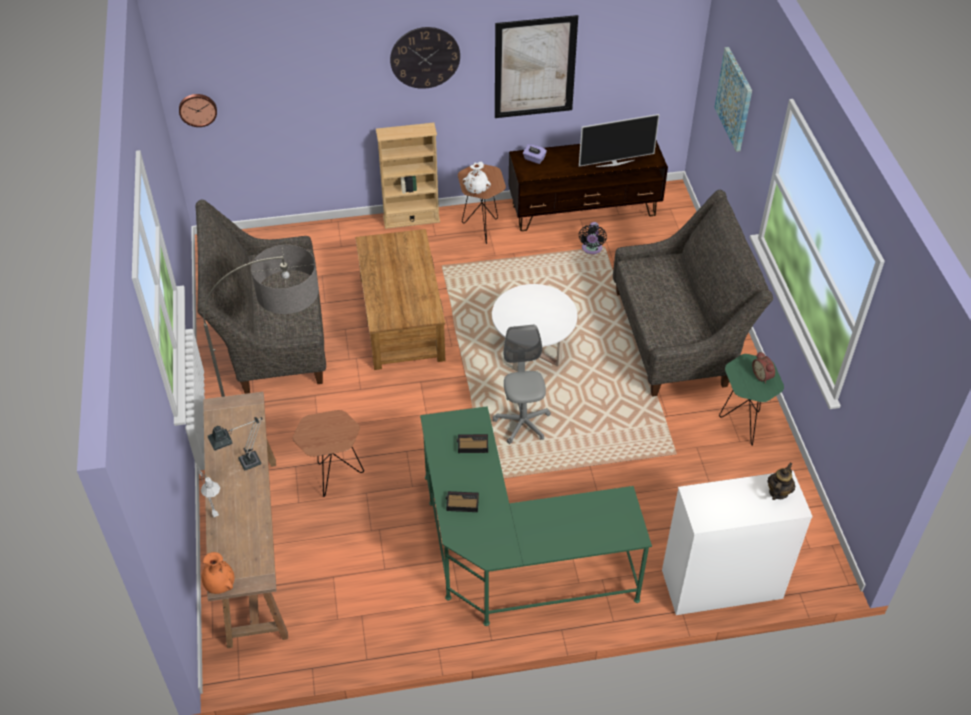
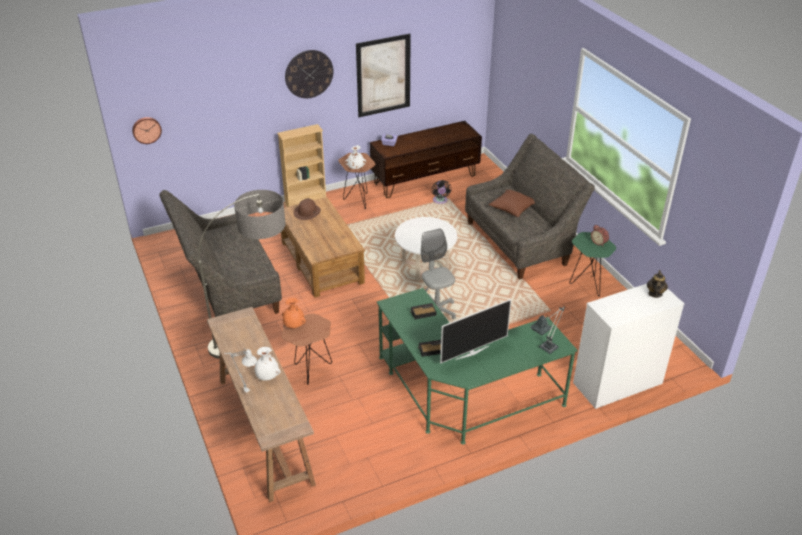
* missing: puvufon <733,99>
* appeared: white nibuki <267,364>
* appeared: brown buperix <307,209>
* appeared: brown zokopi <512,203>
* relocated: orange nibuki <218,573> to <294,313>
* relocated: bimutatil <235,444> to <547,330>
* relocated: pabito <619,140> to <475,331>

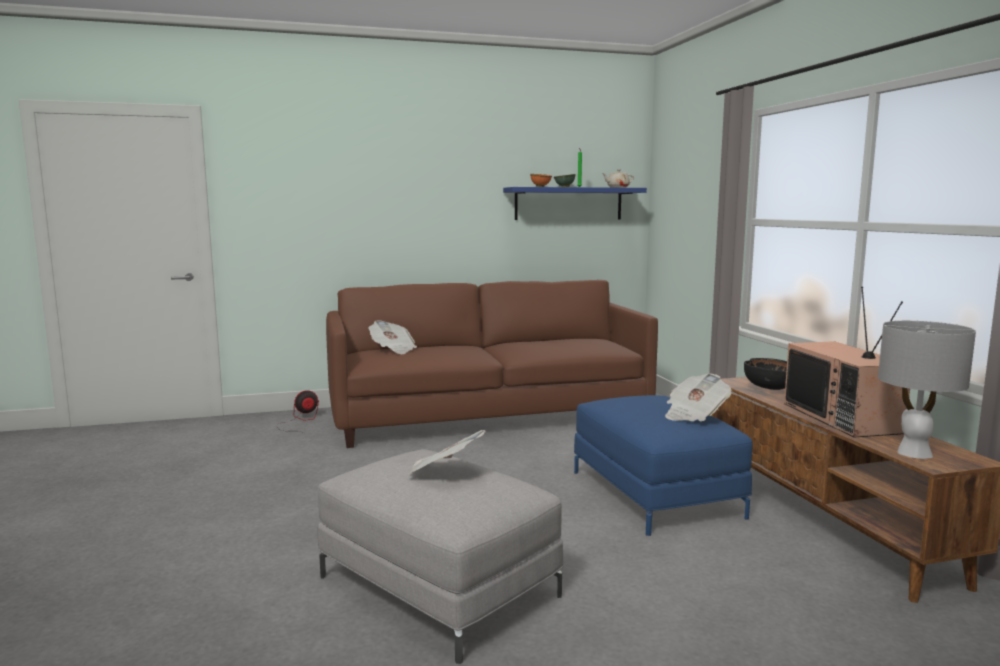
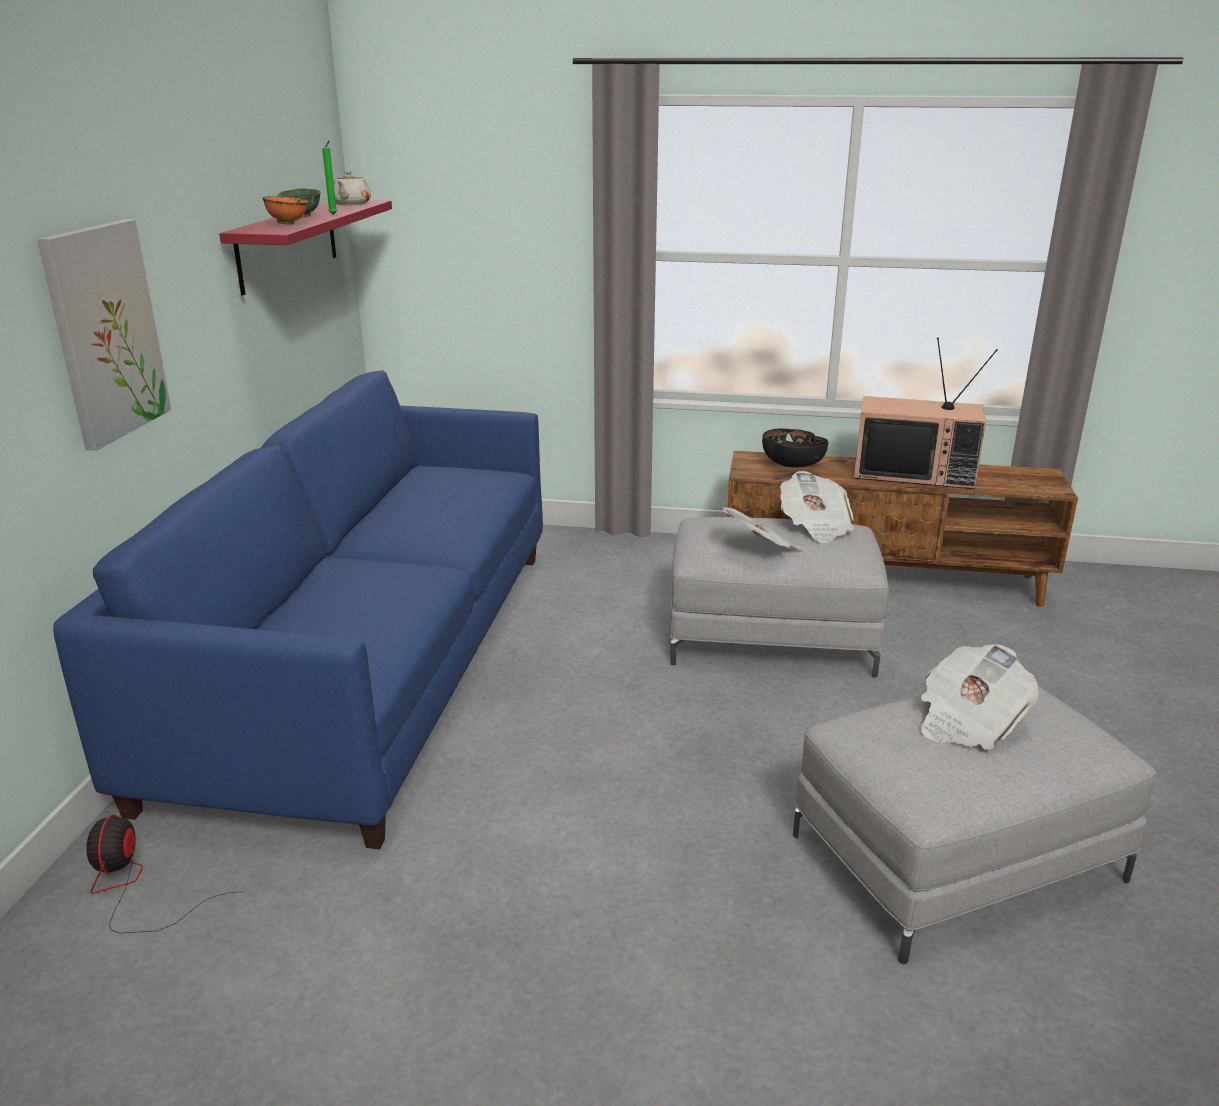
* missing: grey bimutatil <927,390>
* appeared: puvufon <104,335>
* relocated: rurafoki <392,337> to <762,528>
* colour: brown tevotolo <492,364> to blue tevotolo <298,609>
* colour: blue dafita <575,203> to red dafita <305,248>
* colour: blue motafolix <663,465> to grey motafolix <779,597>

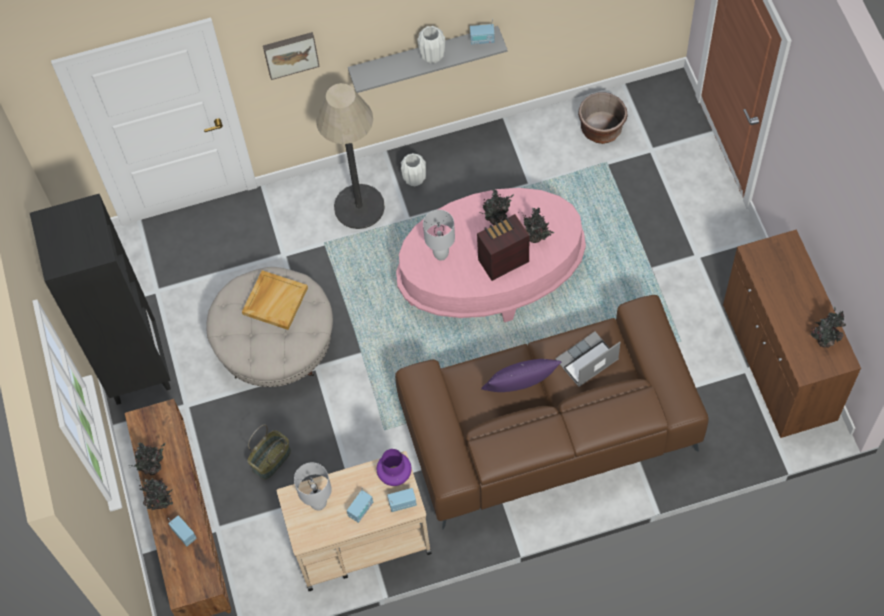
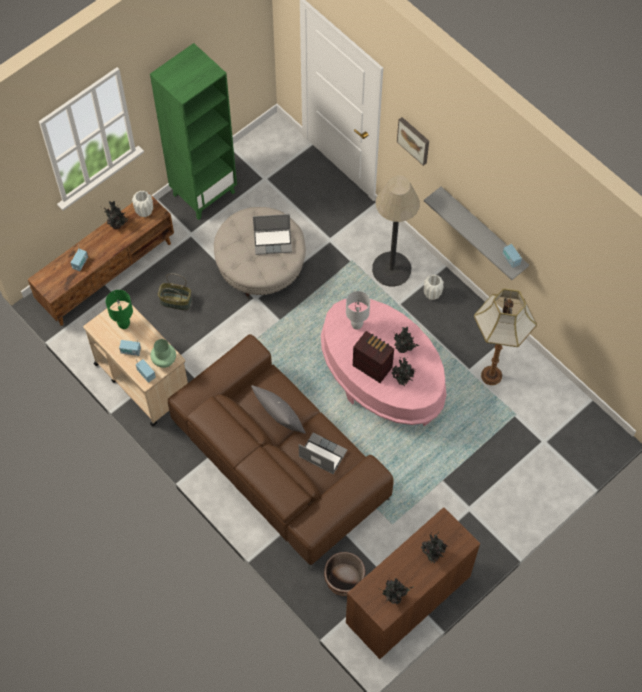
* appeared: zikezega <505,336>
* relocated: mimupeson <156,494> to <434,548>
* relocated: white nibuki <431,44> to <142,204>
* relocated: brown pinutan <603,118> to <345,574>
* exchanged: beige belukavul <275,300> to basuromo <272,234>
* colour: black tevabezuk <100,299> to green tevabezuk <193,131>
* colour: white bimutatil <313,486> to green bimutatil <119,309>
* colour: purple nibuki <394,467> to green nibuki <163,353>
* colour: purple zokopi <521,375> to grey zokopi <278,409>

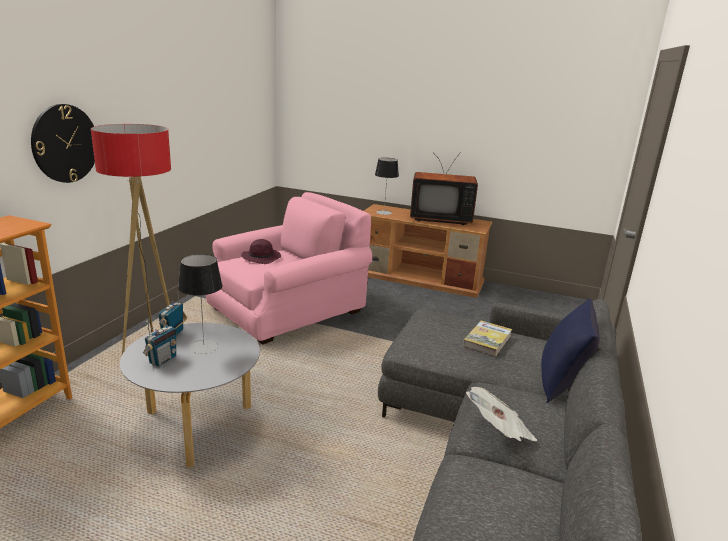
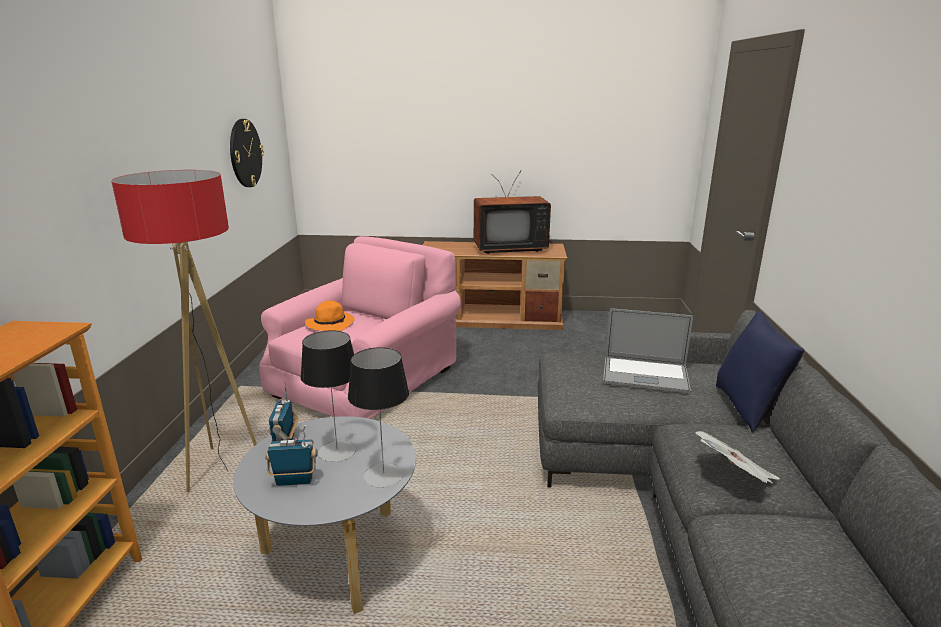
* relocated: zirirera <63,143> to <247,153>
* relocated: bimutatil <387,186> to <378,417>
* exchanged: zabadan <487,338> to basuromo <648,350>
* colour: purple buperix <261,251> to orange buperix <330,315>
* spun: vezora <160,344> = <291,455> 105 degrees counterclockwise

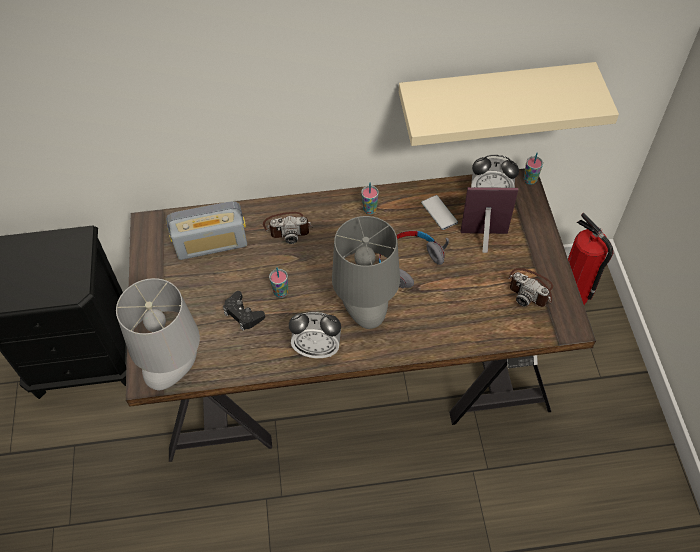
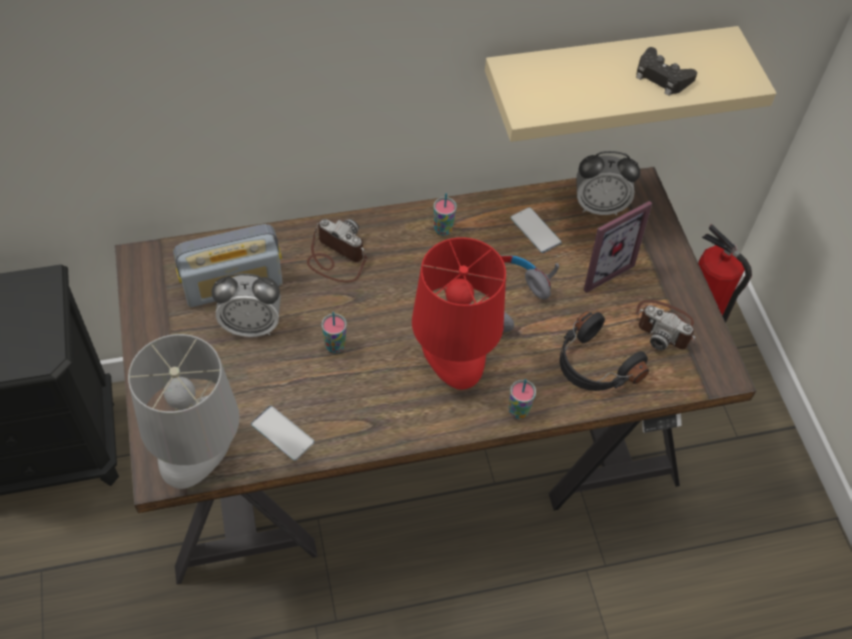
* appeared: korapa <282,433>
* appeared: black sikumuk <604,351>
* relocated: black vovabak <244,311> to <666,71>
* relocated: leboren <315,335> to <246,305>
* relocated: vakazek <533,169> to <522,399>
* colour: grey bimutatil <366,272> to red bimutatil <459,313>
* spun: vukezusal <288,228> = <337,251> 135 degrees counterclockwise
* spun: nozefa <489,220> = <618,247> 150 degrees clockwise

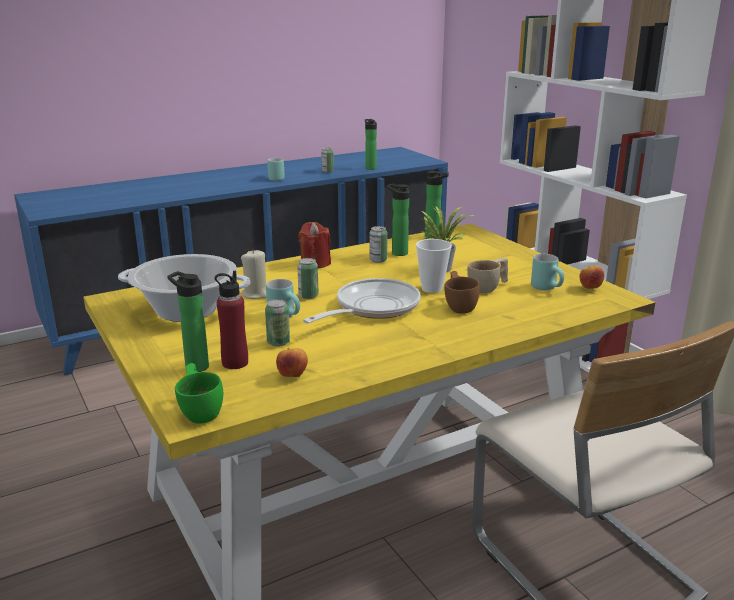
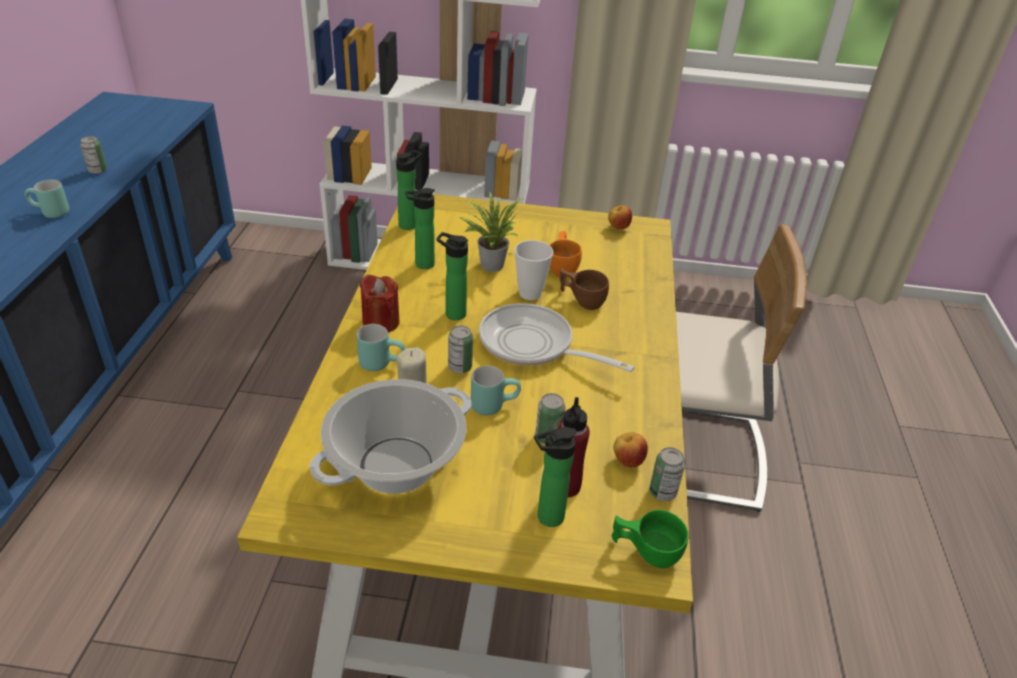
* relocated: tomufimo <371,144> to <452,276>
* relocated: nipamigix <379,244> to <667,474>
* relocated: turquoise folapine <547,272> to <381,347>
* colour: beige vakazek <487,275> to orange vakazek <566,254>
* spun: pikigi <362,301> = <556,337> 45 degrees counterclockwise

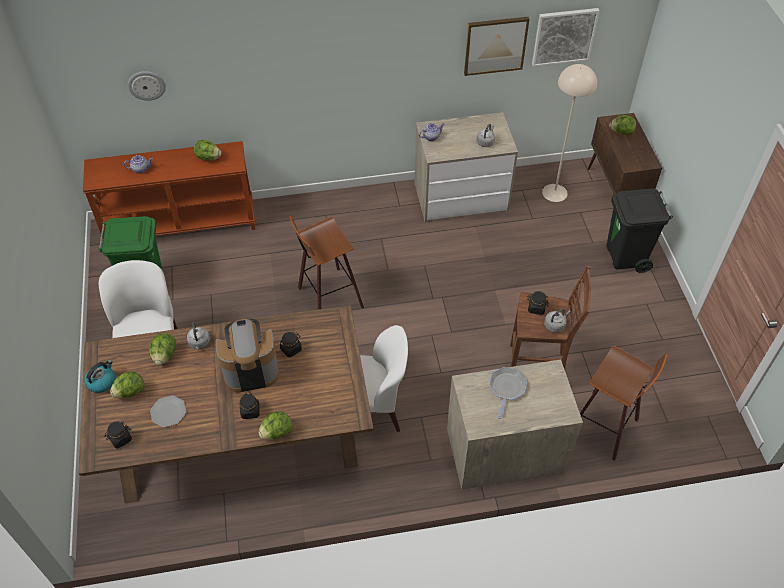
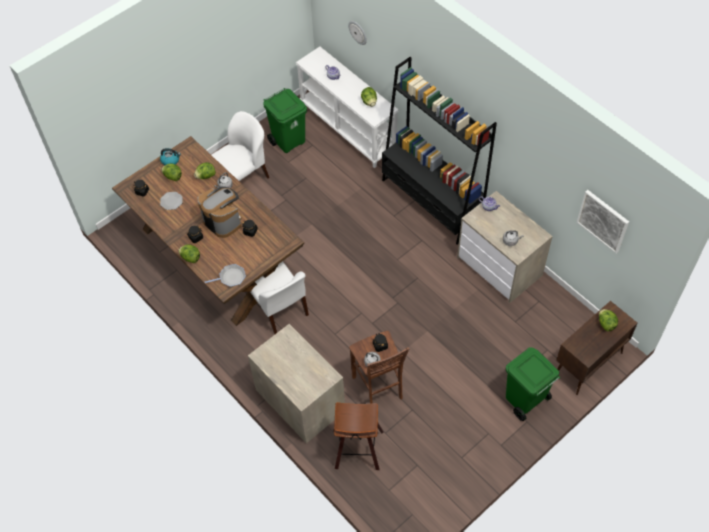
* missing: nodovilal <326,262>
* missing: puvufon <497,46>
* missing: beige zikezega <569,133>
* appeared: black tevabezuk <439,151>
* relocated: pikigi <508,393> to <225,275>
* colour: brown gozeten <169,191> to white gozeten <347,107>
* colour: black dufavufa <639,231> to green dufavufa <533,384>

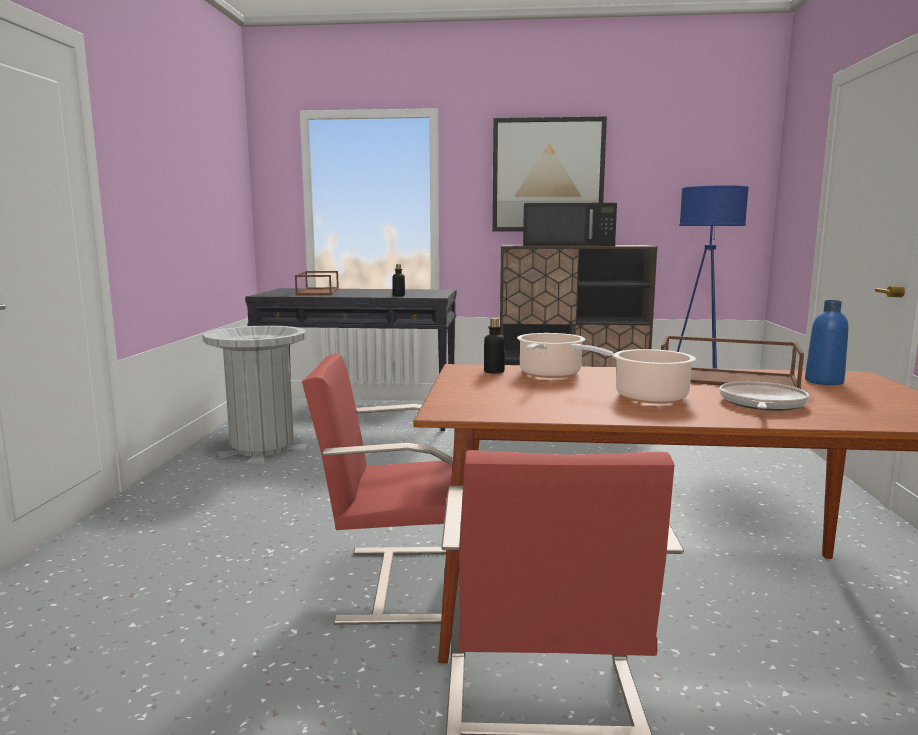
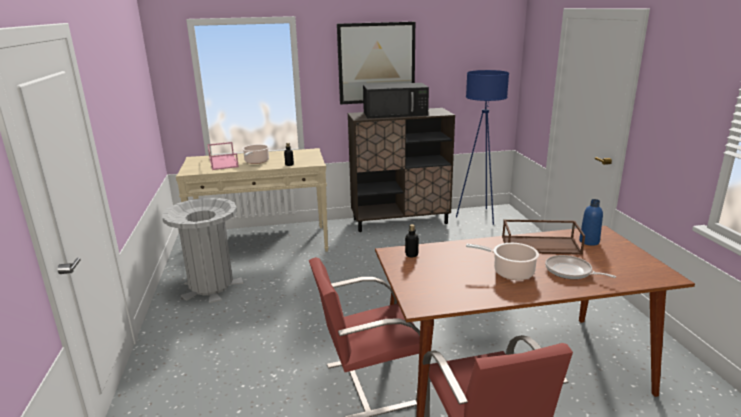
* relocated: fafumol <551,355> to <255,154>
* colour: black gozeten <351,359> to beige gozeten <252,200>
* colour: brown belukavul <317,283> to pink belukavul <223,156>
* spun: pikigi <764,396> = <580,267> 60 degrees counterclockwise

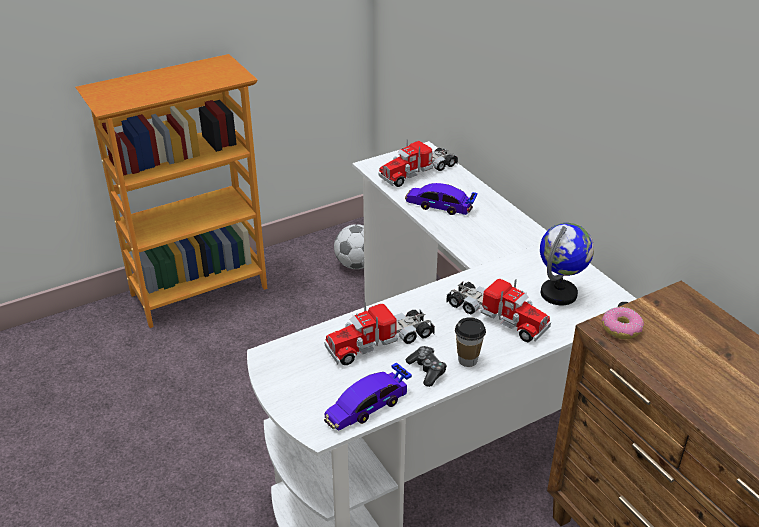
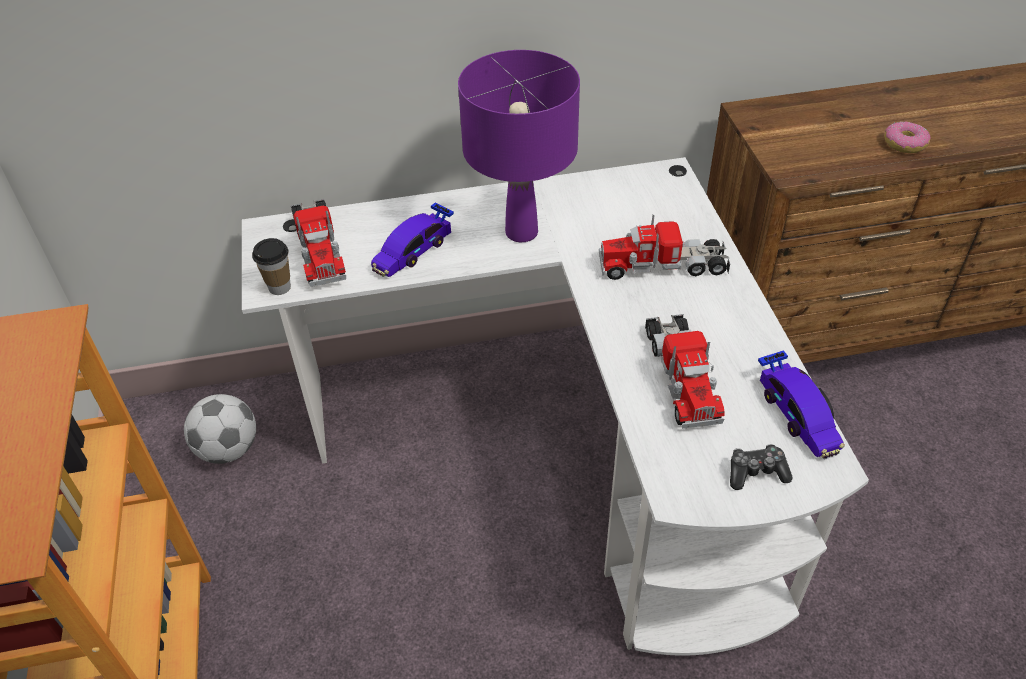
* missing: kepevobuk <567,264>
* appeared: purple bimutatil <519,146>
* relocated: vovabak <426,366> to <761,467>
* relocated: vakazek <470,342> to <271,266>
* relocated: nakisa <623,323> to <907,137>
* spun: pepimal <498,310> = <665,247> 150 degrees counterclockwise

